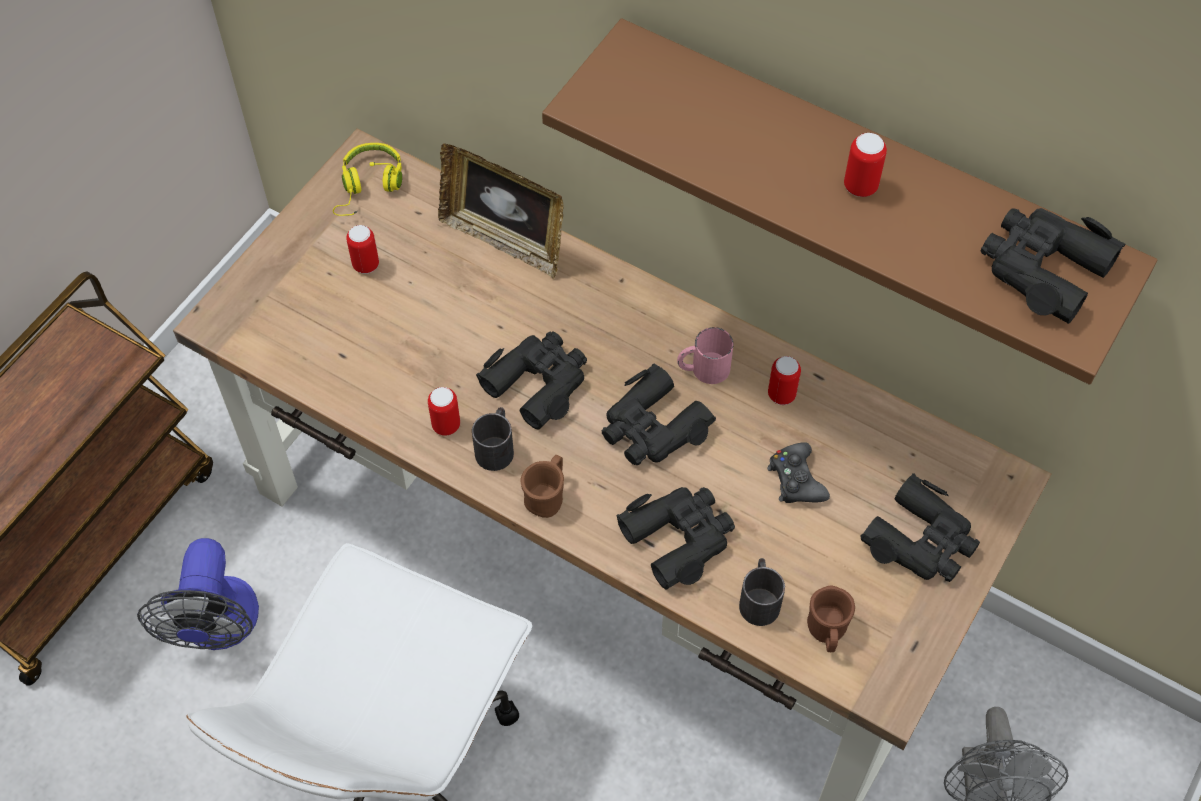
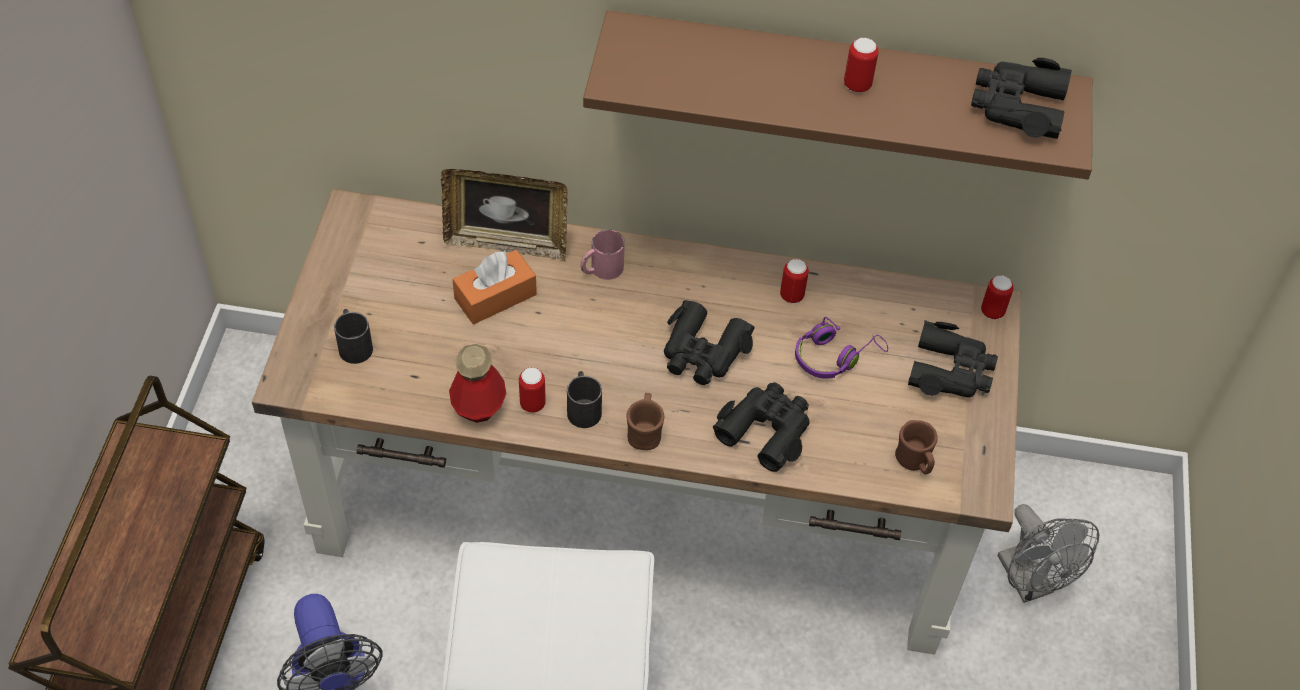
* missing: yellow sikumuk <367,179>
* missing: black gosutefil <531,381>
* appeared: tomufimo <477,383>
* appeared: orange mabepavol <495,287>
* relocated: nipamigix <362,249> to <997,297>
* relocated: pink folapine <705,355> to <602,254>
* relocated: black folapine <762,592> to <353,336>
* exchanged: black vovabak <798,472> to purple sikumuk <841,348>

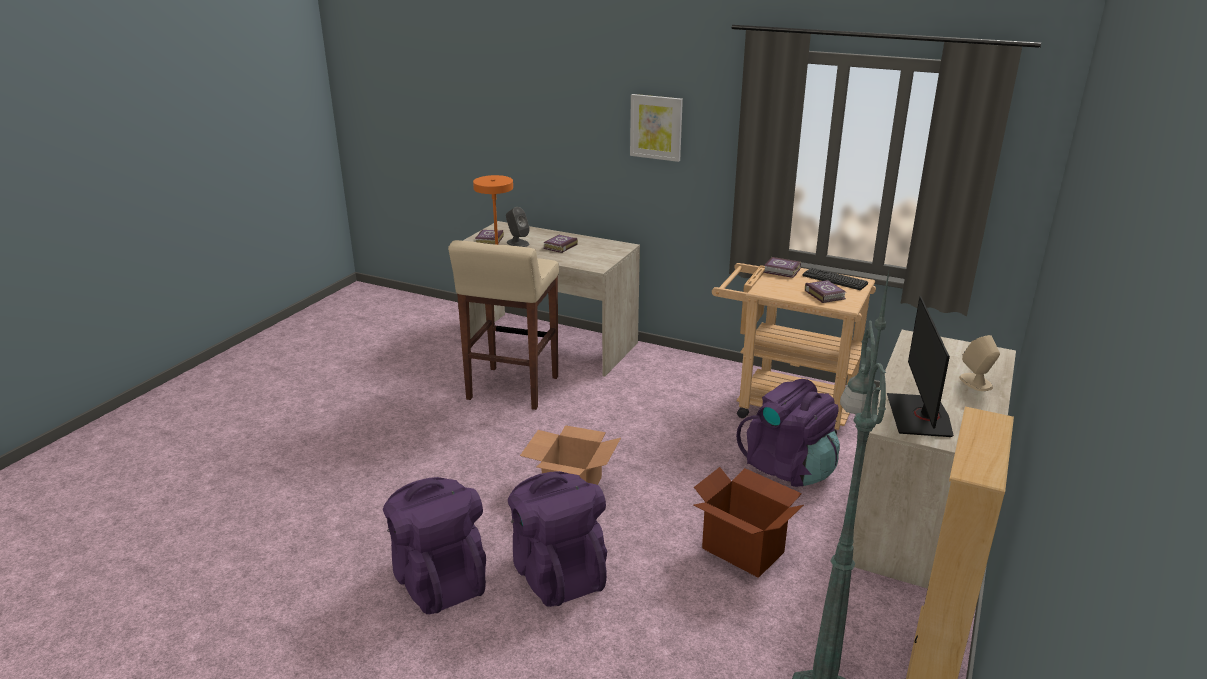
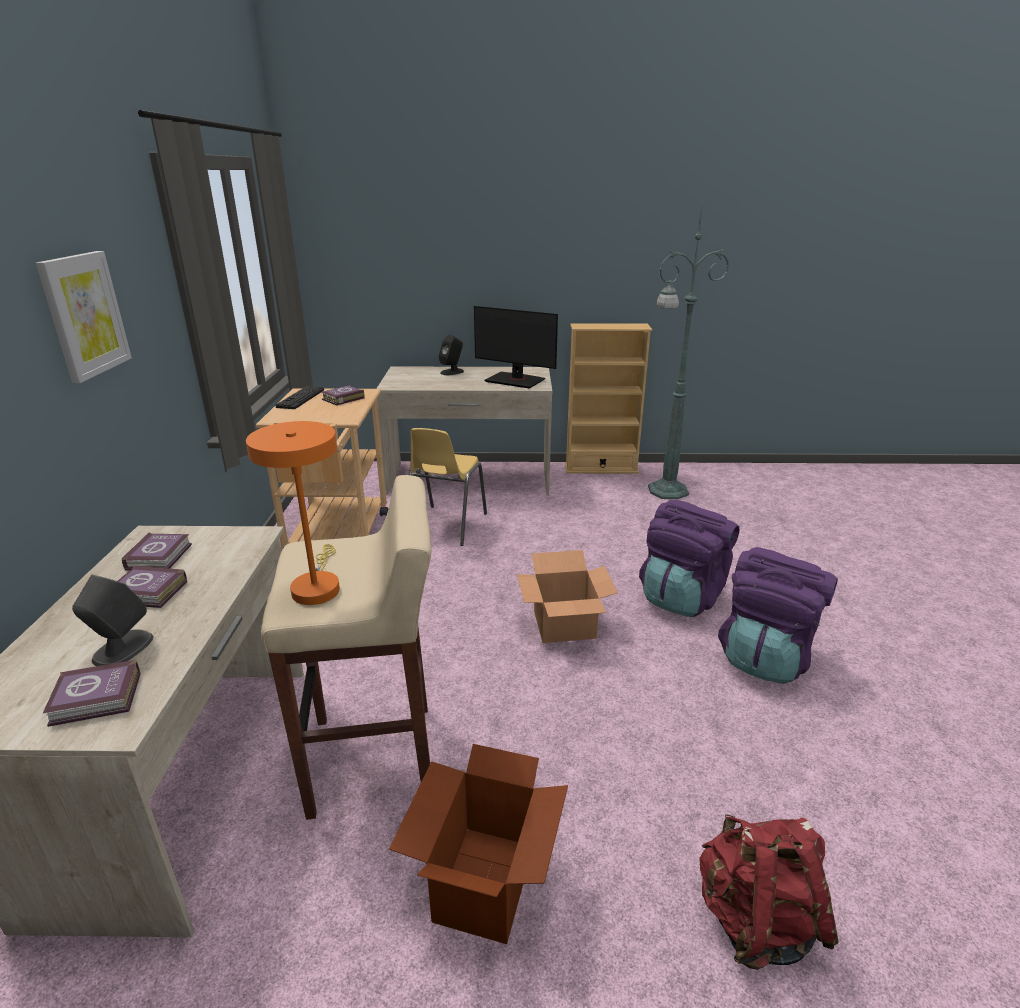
* appeared: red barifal <769,892>
* relocated: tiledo <748,522> to <478,844>
* relocated: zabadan <782,267> to <157,551>
* exchanged: purple barifal <788,433> to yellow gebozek <448,487>
* colour: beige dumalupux <979,363> to black dumalupux <451,355>
* spun: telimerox <920,366> = <516,347> 45 degrees clockwise

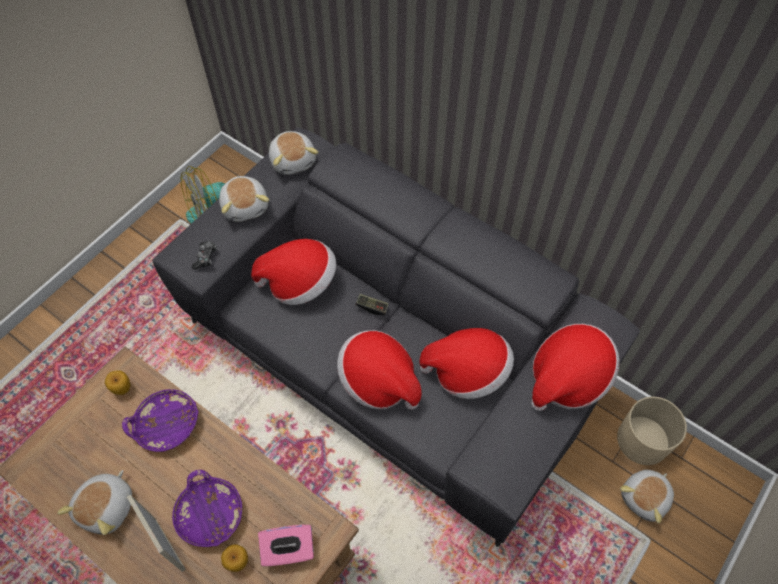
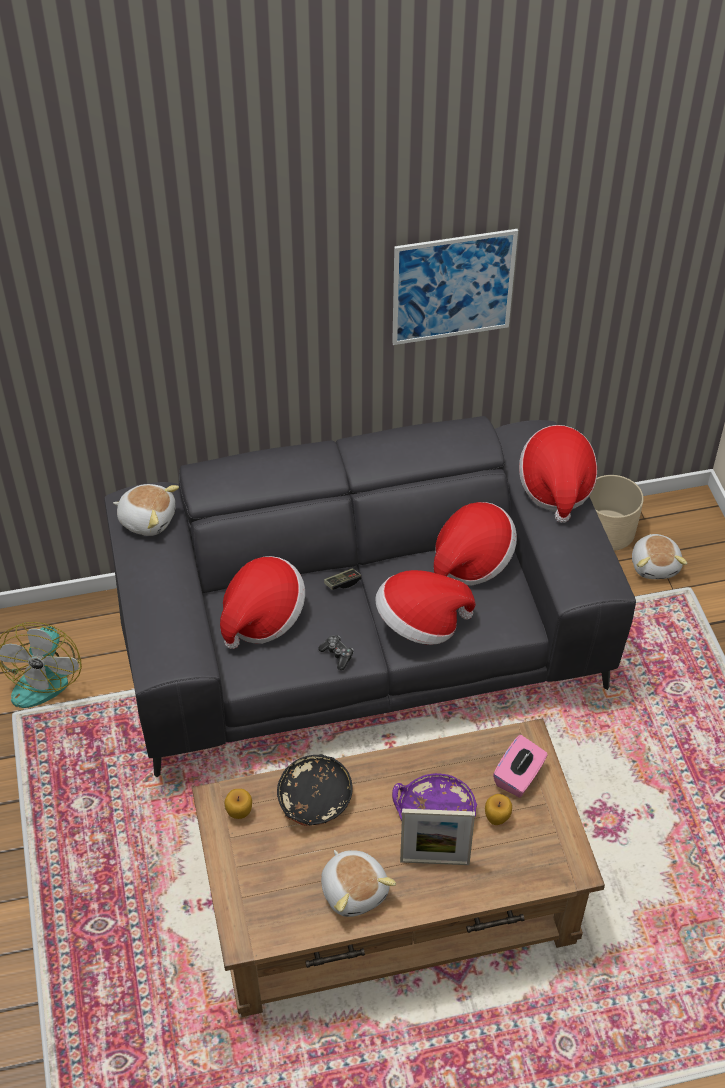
* missing: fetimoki <244,199>
* appeared: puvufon <455,287>
* relocated: vovabak <204,255> to <336,652>
* colour: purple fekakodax <160,420> to black fekakodax <315,790>

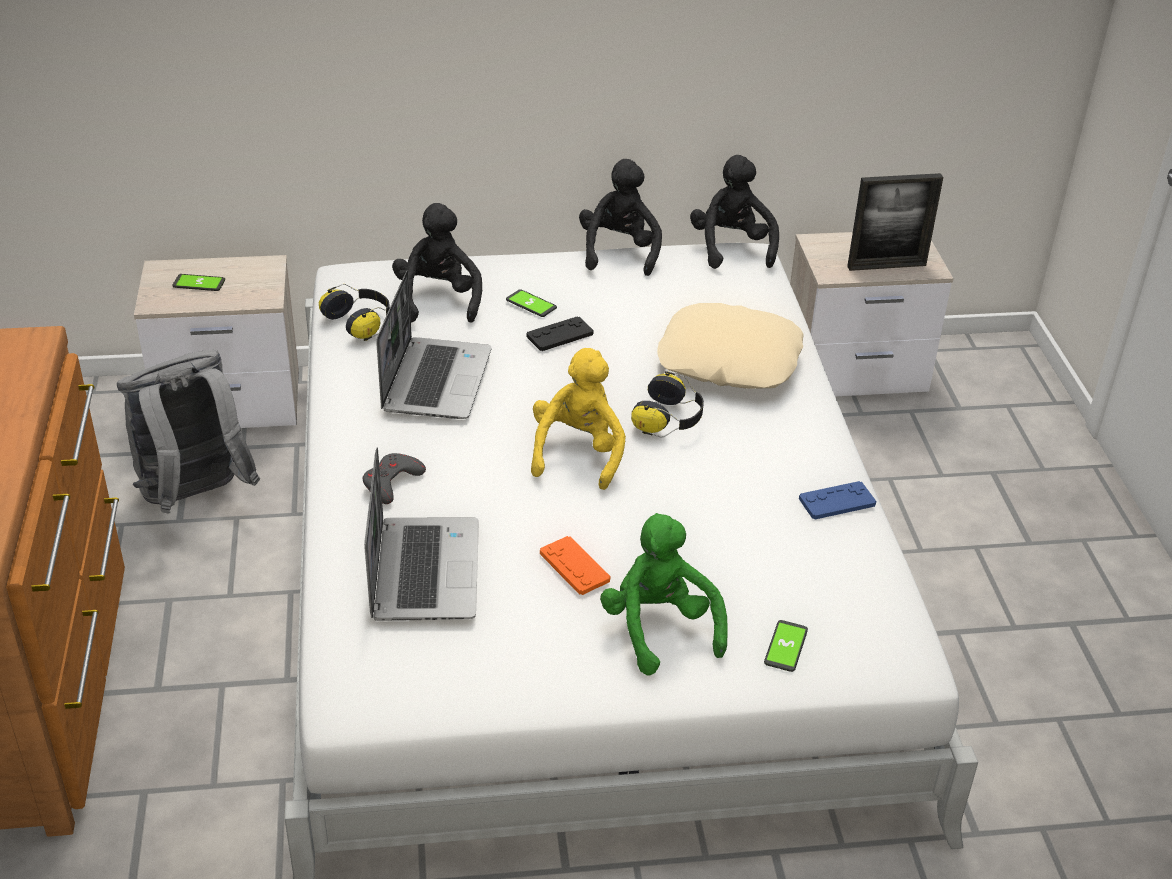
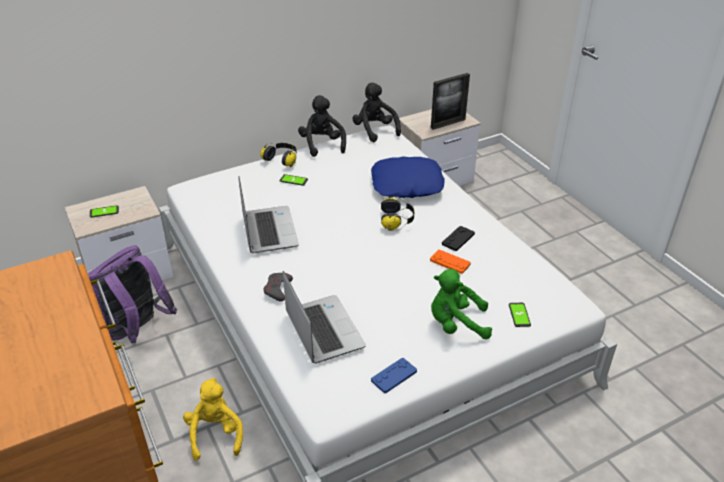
* missing: black fetimoki <437,263>
* relocated: sikumuk <354,312> to <278,154>
* relocated: black vovabak <560,333> to <458,238>
* relocated: yellow fetimoki <578,419> to <213,419>
* relocated: orange vovabak <575,565> to <450,261>
* relocated: blue vovabak <837,500> to <394,375>
* colour: grey barifal <188,432> to purple barifal <132,294>
* colour: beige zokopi <730,346> to blue zokopi <408,177>
* spun: green fetimoki <664,594> = <461,304> 45 degrees counterclockwise

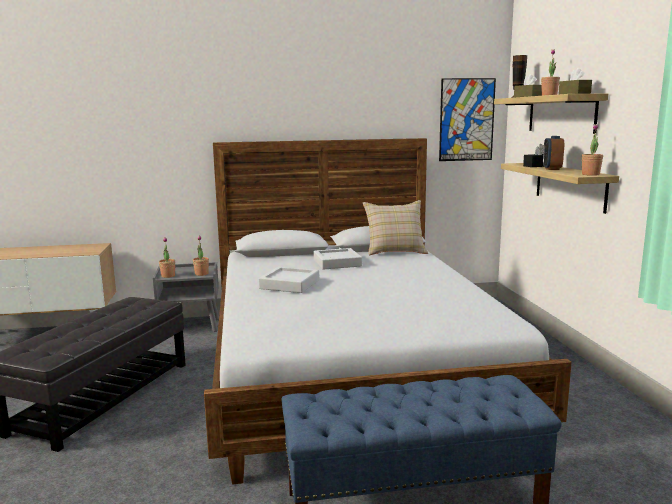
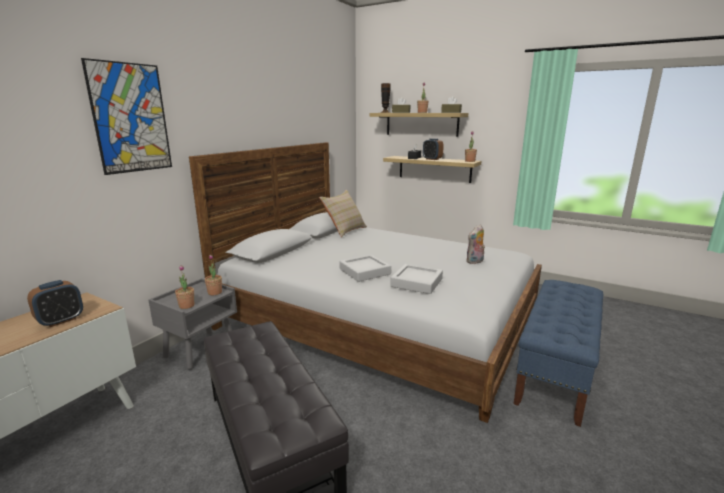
* appeared: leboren <55,303>
* appeared: fetimoki <475,244>
* relocated: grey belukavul <338,259> to <416,279>
* relocated: puvufon <467,119> to <126,116>

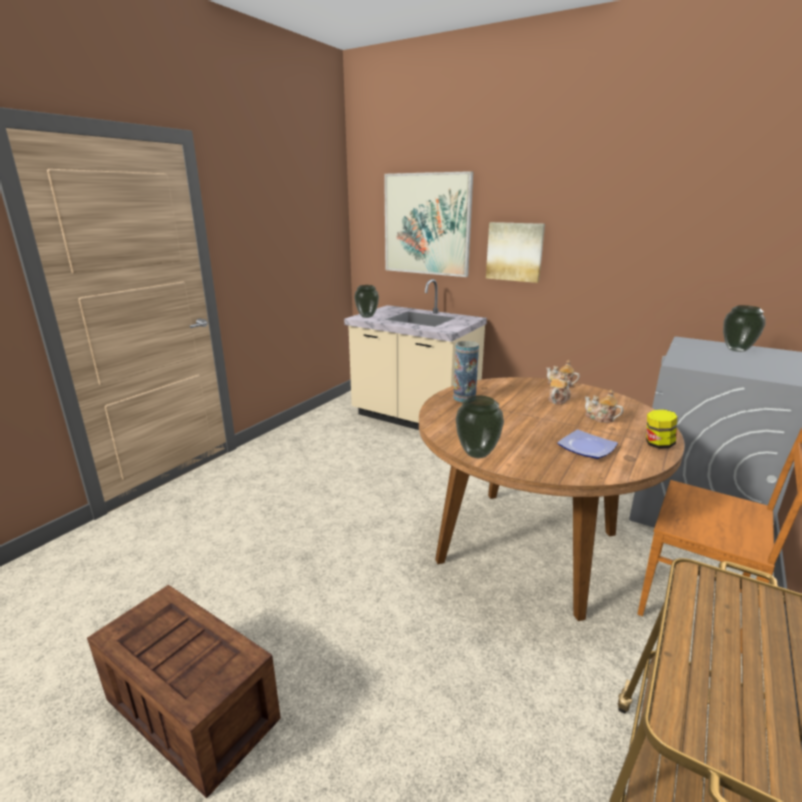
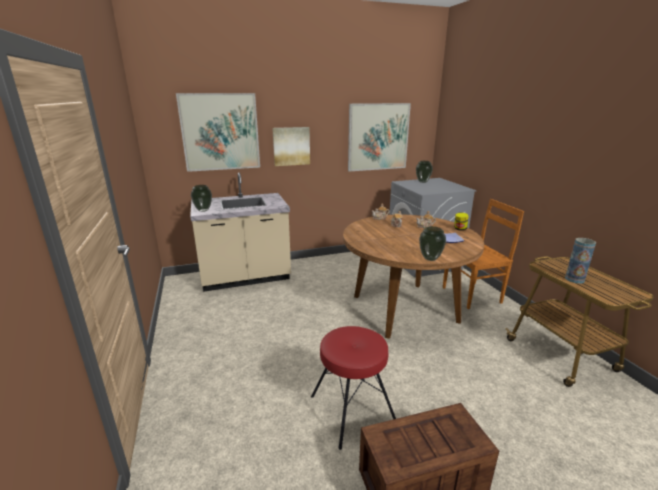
* appeared: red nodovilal <353,388>
* appeared: puvufon <379,137>
* relocated: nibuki <466,371> to <580,261>

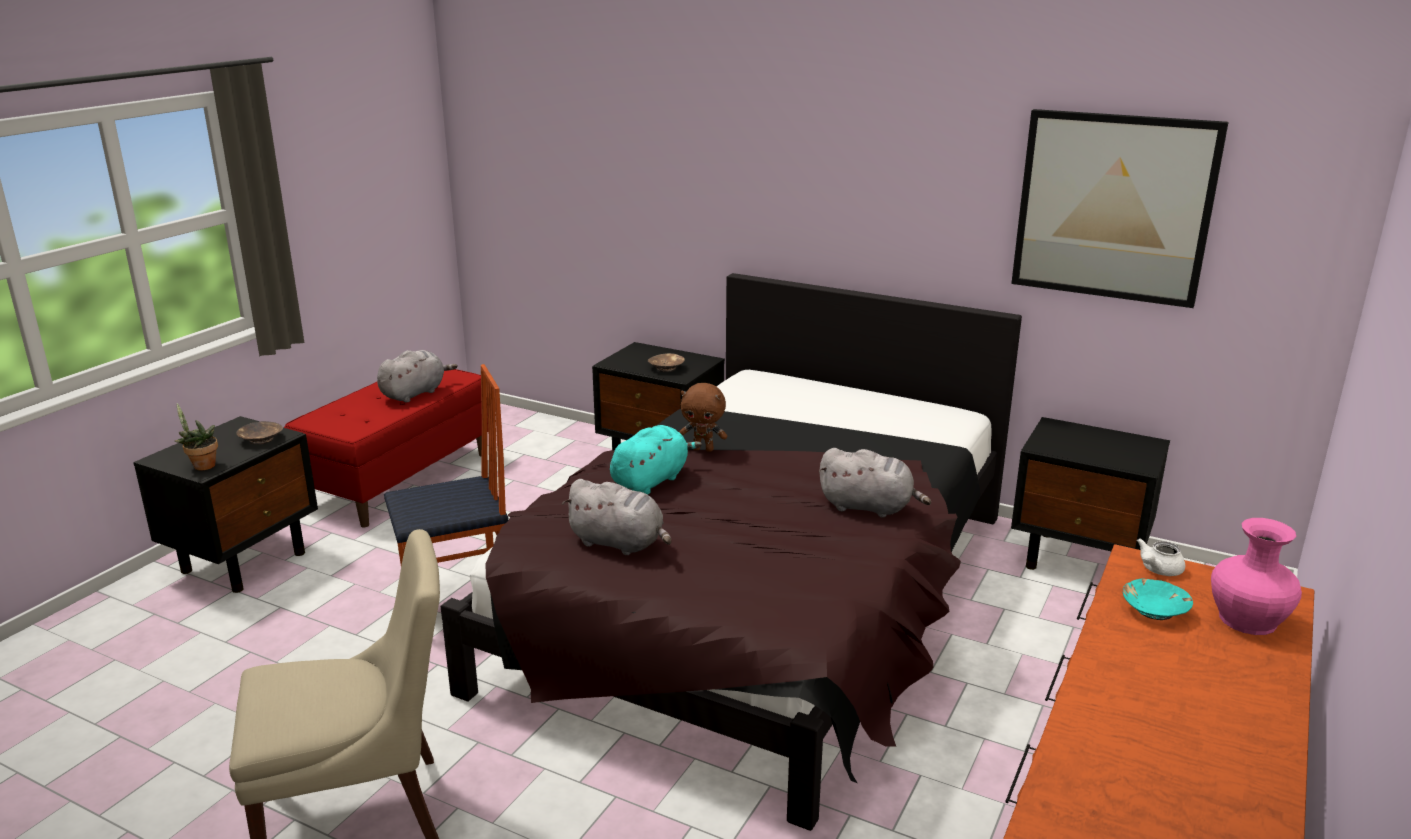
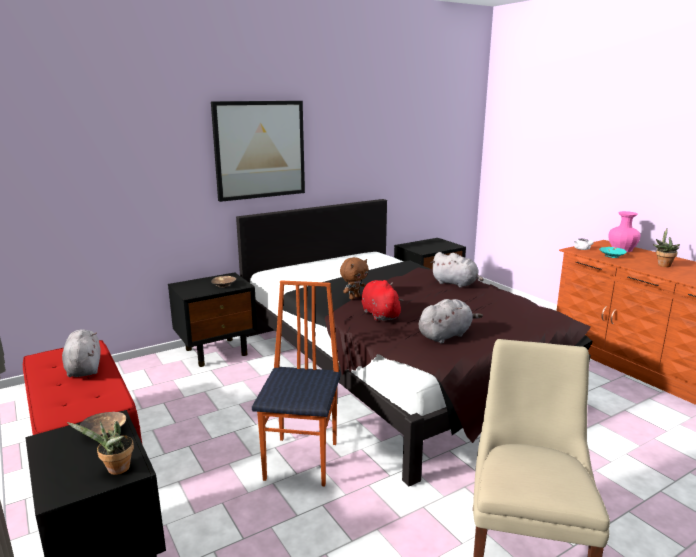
* appeared: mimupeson <666,247>
* relocated: puvufon <1120,208> to <258,151>
* colour: turquoise fetimoki <656,460> to red fetimoki <383,300>
* spun: grey fetimoki <875,483> = <457,270> 75 degrees clockwise

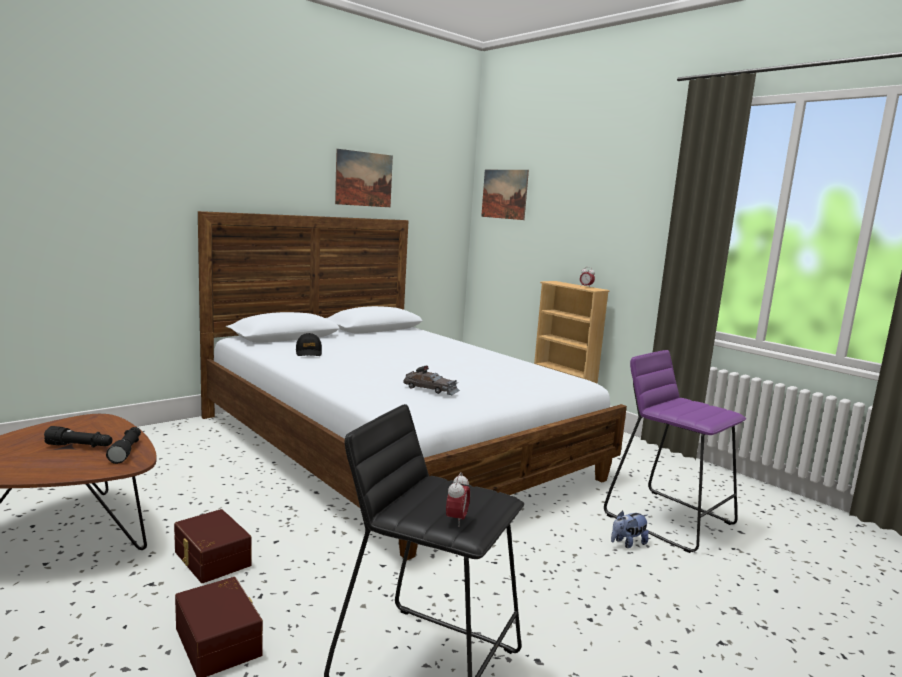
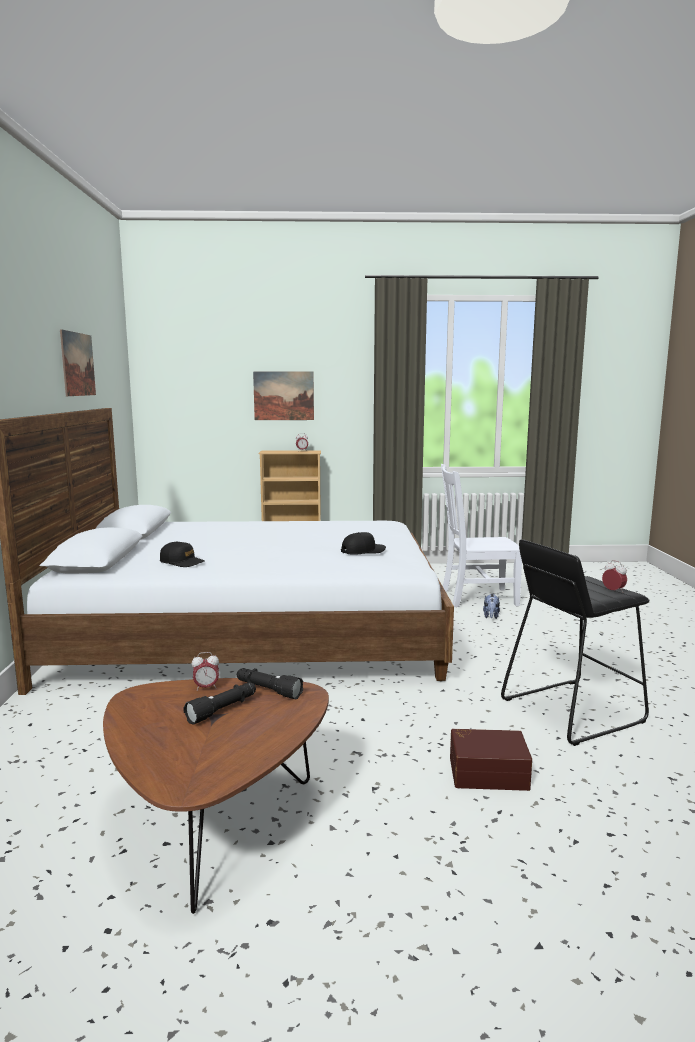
* missing: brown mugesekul <212,546>
* appeared: leboren <205,671>
* relocated: puvufon <505,195> to <283,395>
* exchanged: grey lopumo <432,380> to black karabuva <363,543>
* exchanged: purple nodovilal <675,451> to white gebozek <481,535>

